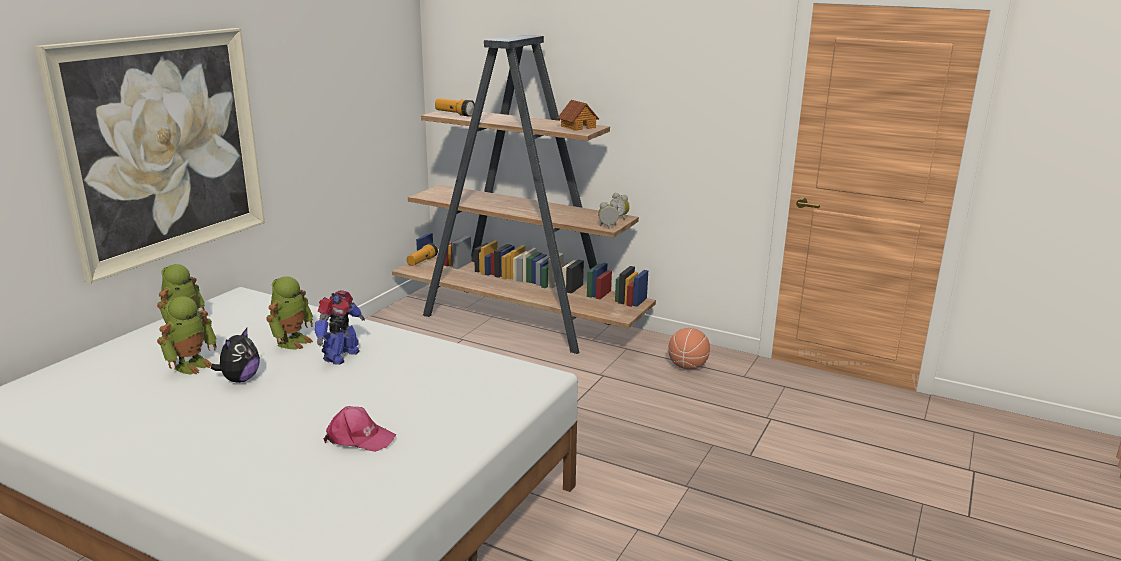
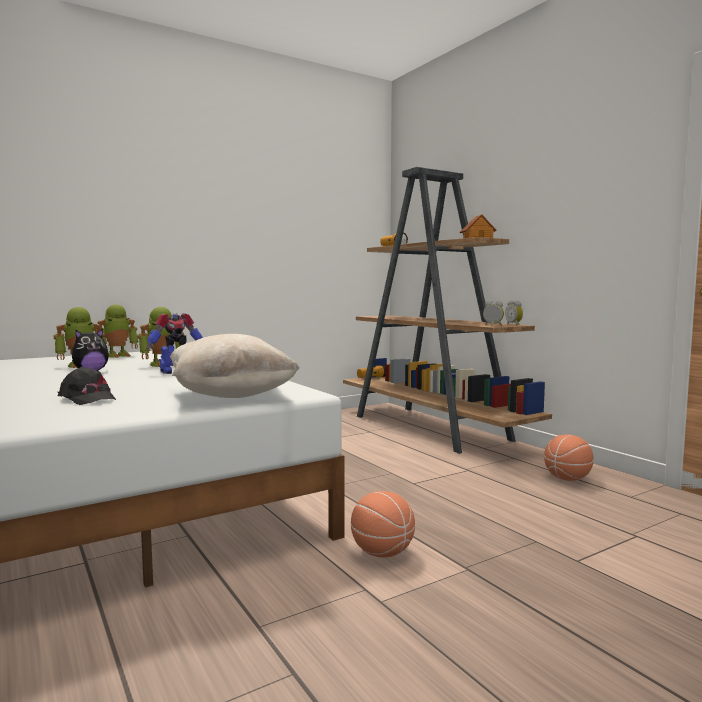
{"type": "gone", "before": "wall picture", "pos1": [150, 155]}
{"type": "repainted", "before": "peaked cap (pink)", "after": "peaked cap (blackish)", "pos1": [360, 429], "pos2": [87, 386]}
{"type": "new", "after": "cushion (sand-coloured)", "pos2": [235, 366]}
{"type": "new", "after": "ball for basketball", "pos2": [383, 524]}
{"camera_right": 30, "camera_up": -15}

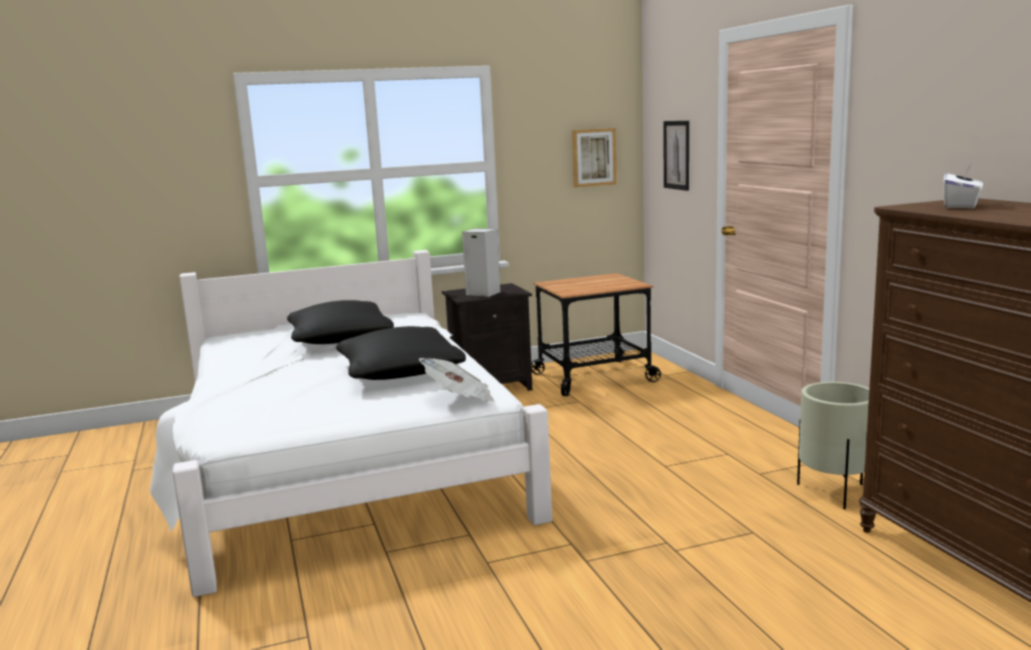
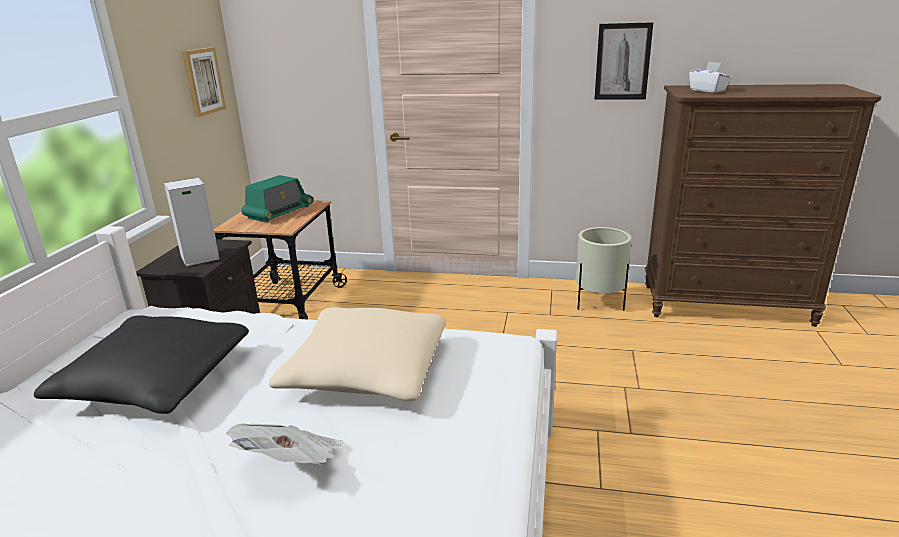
{"type": "shifted", "before": "wall picture", "pos1": [676, 156], "pos2": [624, 61]}
{"type": "repainted", "before": "cushion (blackish)", "after": "cushion (sand-coloured)", "pos1": [401, 353], "pos2": [357, 354]}
{"type": "shifted", "before": "newspaper", "pos1": [457, 380], "pos2": [285, 444]}
{"type": "new", "after": "radio", "pos2": [277, 199]}
{"camera_right": -60, "camera_up": 10}

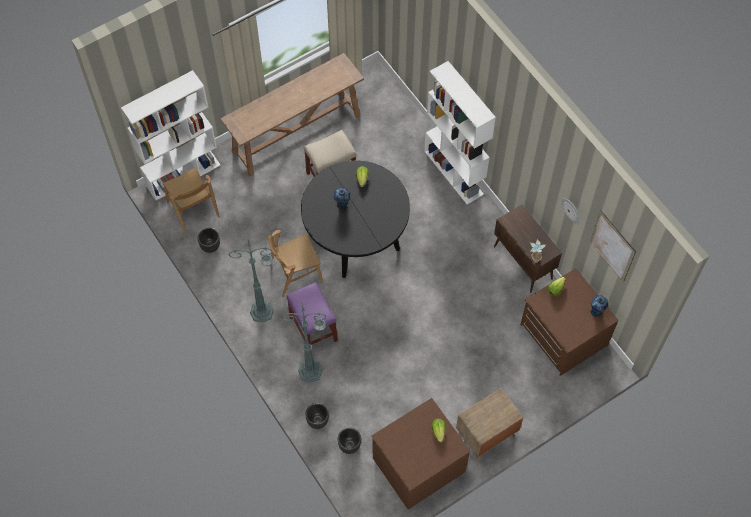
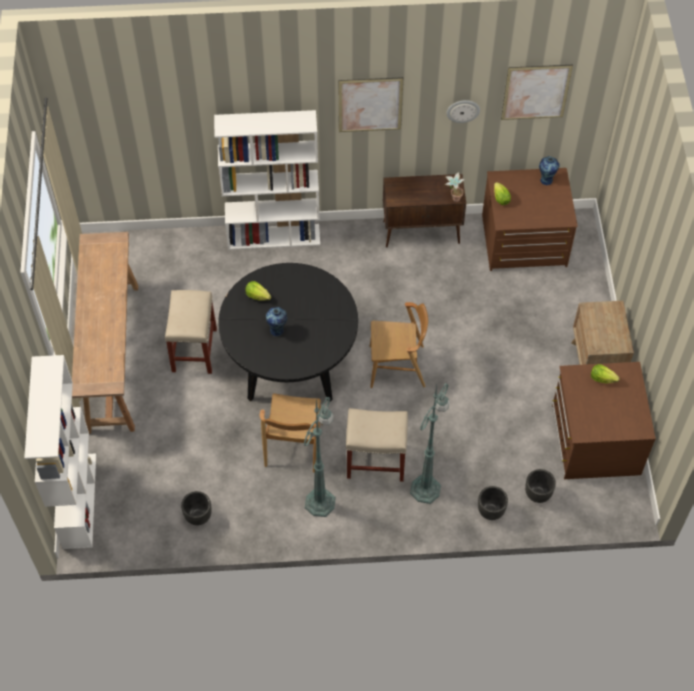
{"type": "shifted", "before": "upright chair (brown-coloured)", "pos1": [191, 201], "pos2": [399, 345]}
{"type": "repainted", "before": "stool seat (purplish)", "after": "stool seat (sand-coloured)", "pos1": [312, 313], "pos2": [377, 445]}
{"type": "new", "after": "wall picture", "pos2": [371, 104]}
{"camera_right": -60, "camera_up": -5}

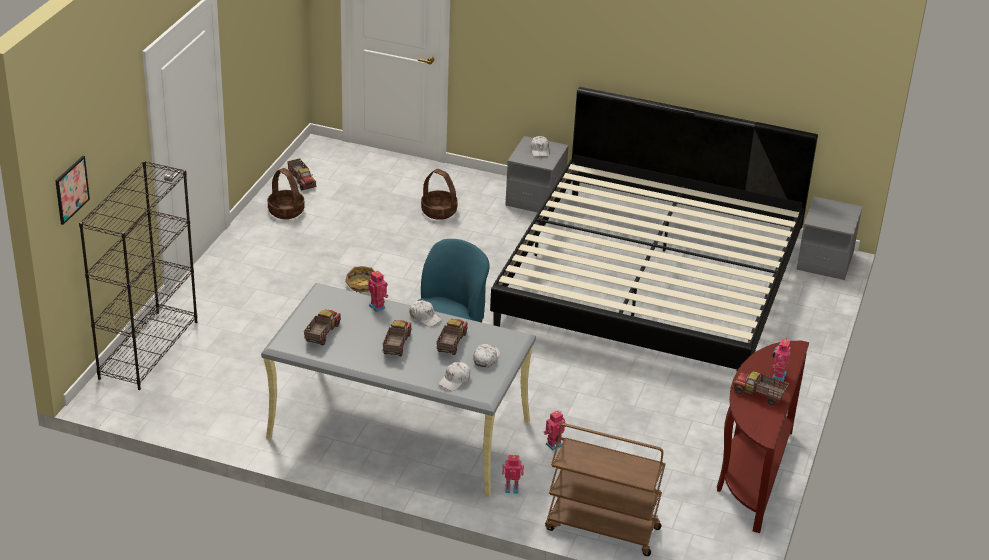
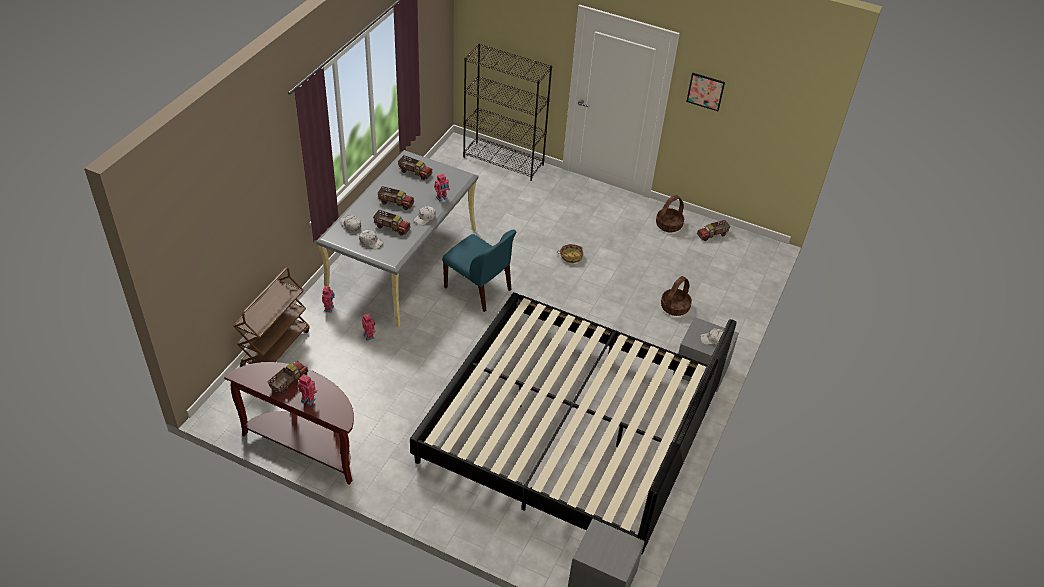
{"type": "shifted", "before": "wall picture", "pos1": [72, 190], "pos2": [705, 92]}
{"camera_right": 95, "camera_up": 10}

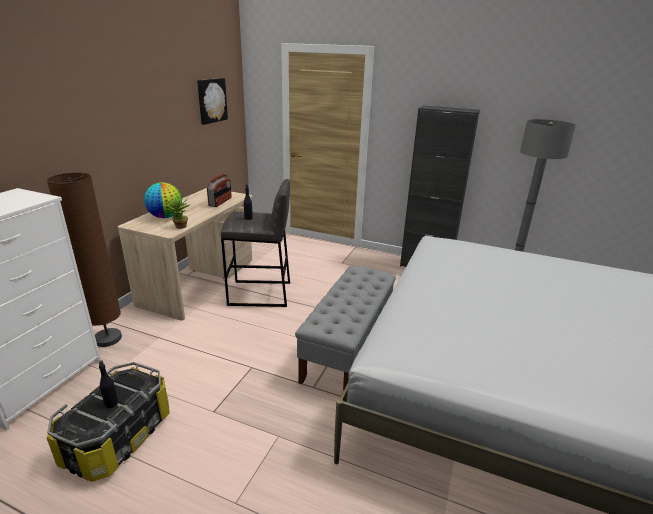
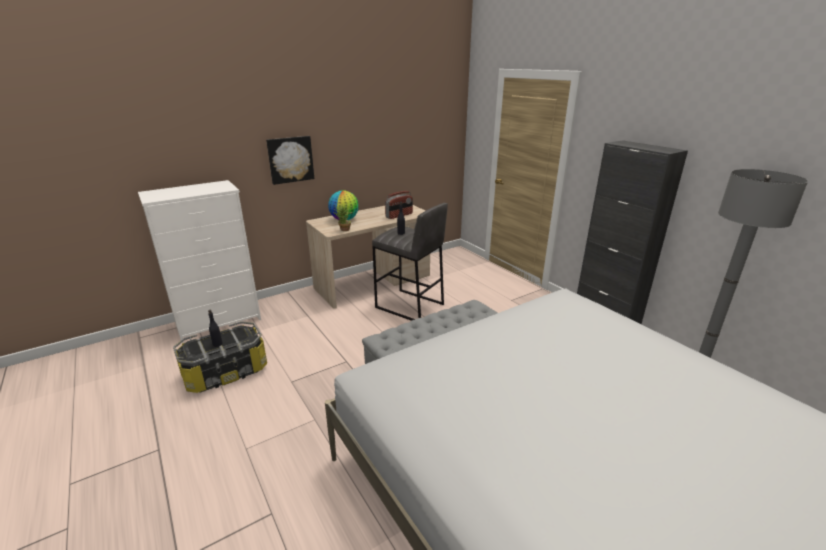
{"type": "shifted", "before": "wall picture", "pos1": [212, 101], "pos2": [290, 160]}
{"type": "gone", "before": "floor lamp (brown-coloured)", "pos1": [84, 259]}
{"camera_right": 35, "camera_up": 0}

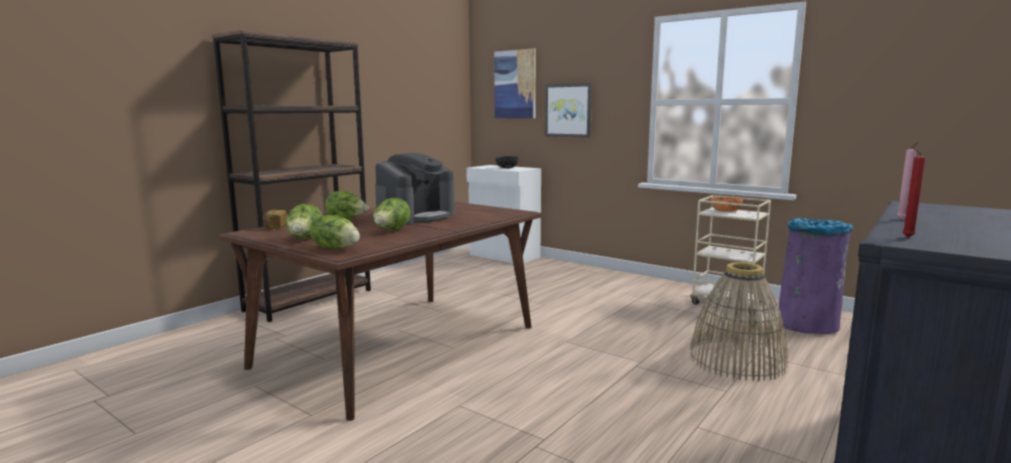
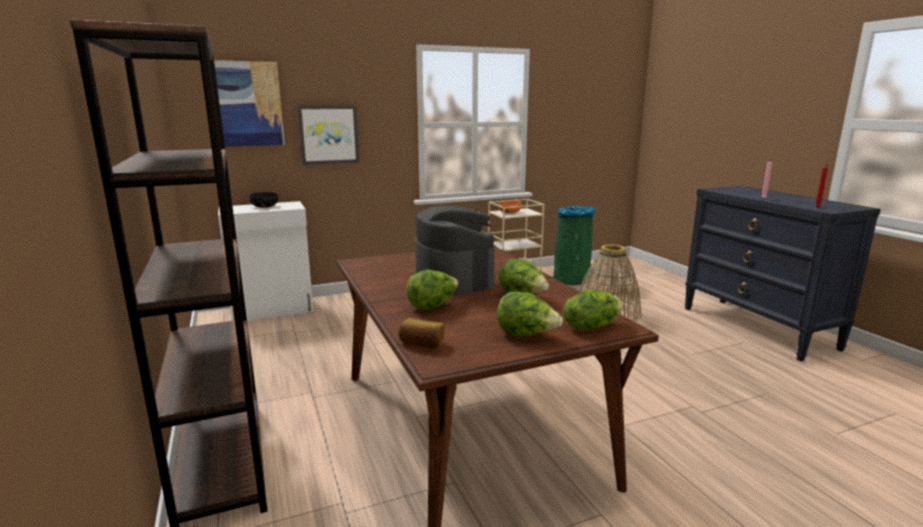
{"type": "repainted", "before": "rubbish bin (purplish)", "after": "rubbish bin (green-coloured)", "pos1": [815, 276], "pos2": [574, 245]}
{"camera_right": -60, "camera_up": 5}

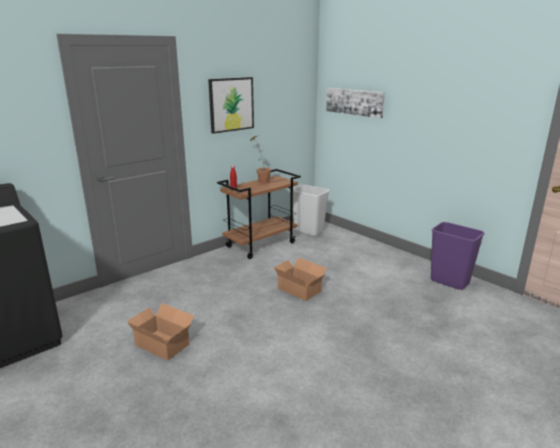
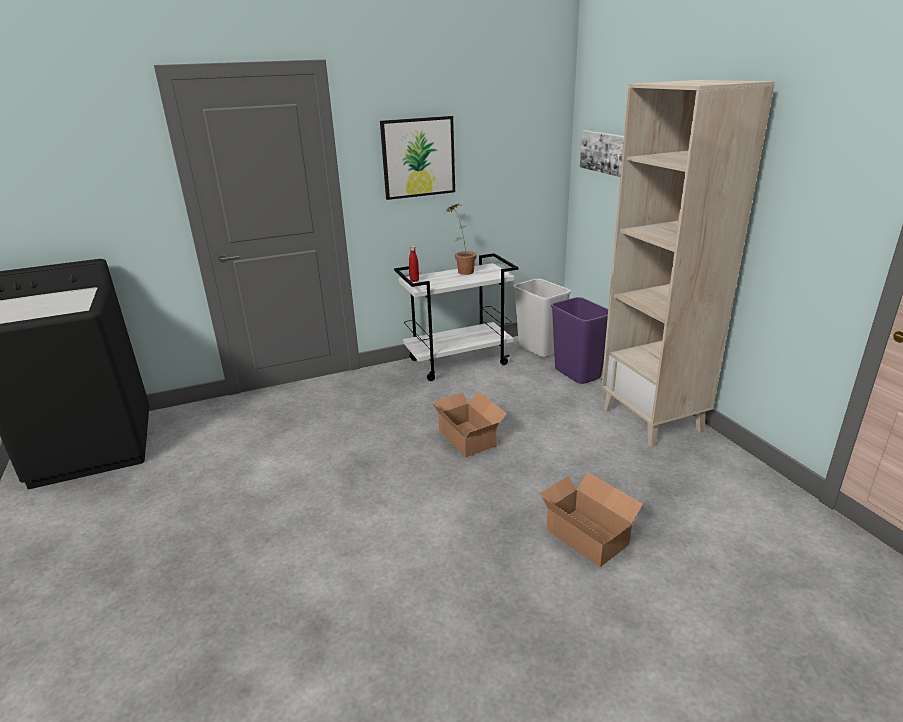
{"type": "repainted", "before": "cart (brown-coloured)", "after": "cart (white)", "pos1": [259, 214], "pos2": [456, 317]}
{"type": "shifted", "before": "rubbish bin (purplish)", "pos1": [457, 256], "pos2": [579, 340]}
{"type": "shifted", "before": "cardboard box", "pos1": [160, 332], "pos2": [592, 519]}
{"type": "new", "after": "bookshelf (sand-coloured)", "pos2": [688, 263]}
{"camera_right": 20, "camera_up": 5}

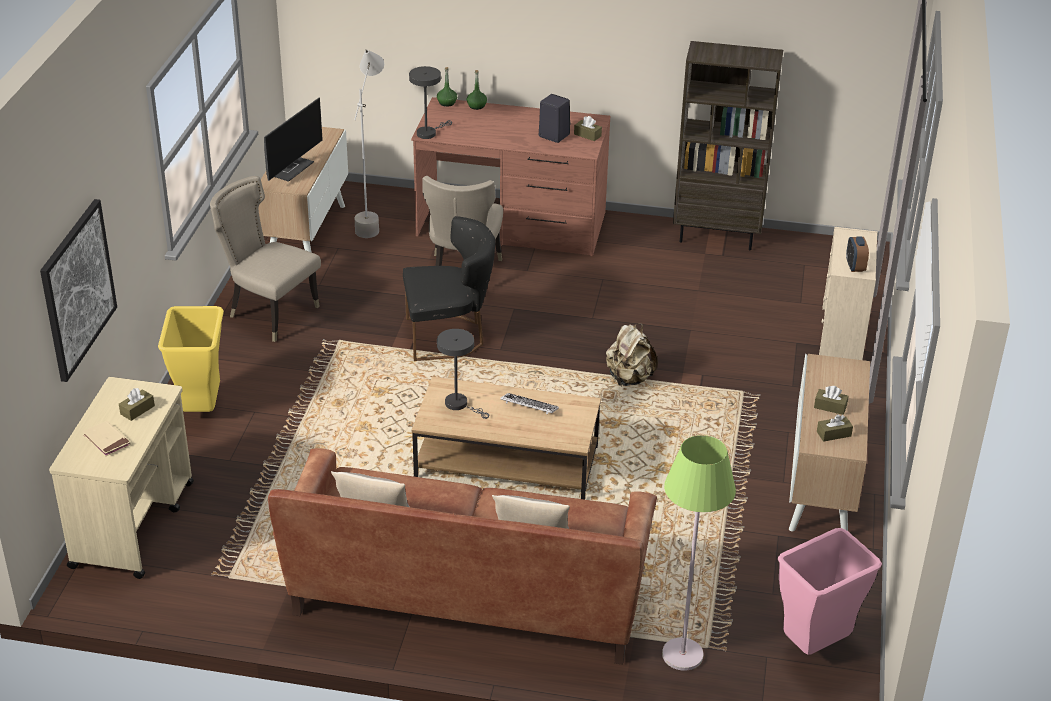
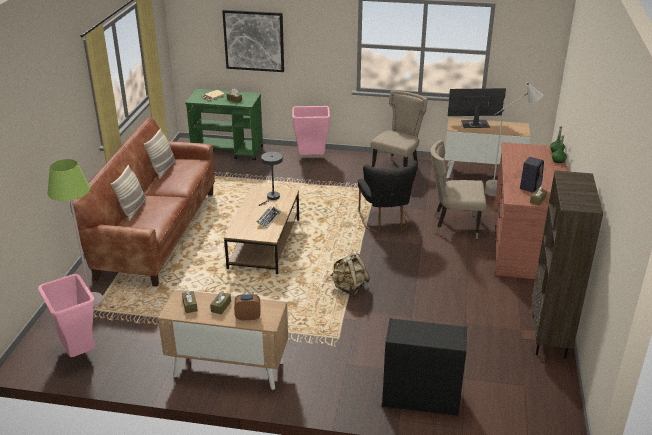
{"type": "gone", "before": "table lamp (grey)", "pos1": [430, 102]}
{"type": "rotated", "before": "computer display", "pos1": [293, 140], "pos2": [477, 108], "turn": 150}
{"type": "repainted", "before": "drawer chest (sand-coloured)", "after": "drawer chest (blackish)", "pos1": [848, 293], "pos2": [424, 367]}
{"type": "shifted", "before": "table clock", "pos1": [857, 254], "pos2": [247, 307]}
{"type": "repainted", "before": "rubbish bin (yellow-coloured)", "after": "rubbish bin (pink)", "pos1": [191, 359], "pos2": [311, 130]}
{"type": "repainted", "before": "cart (sand-coloured)", "after": "cart (green-coloured)", "pos1": [121, 478], "pos2": [224, 124]}
{"camera_right": 90, "camera_up": -5}

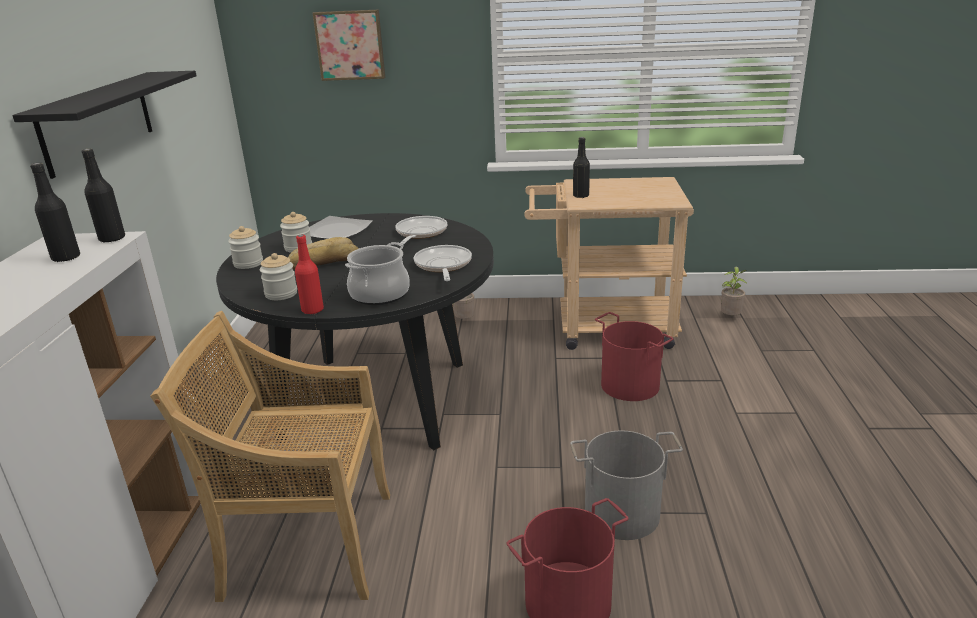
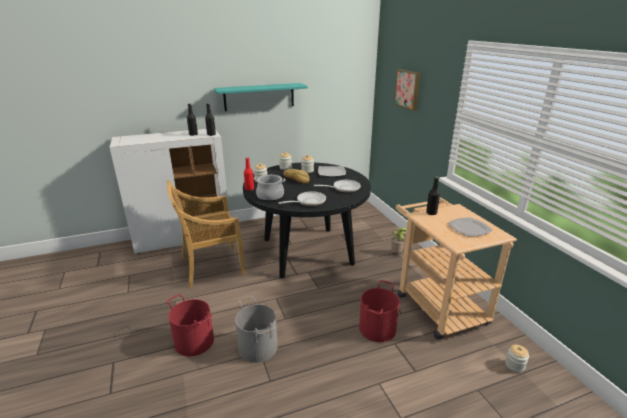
{"type": "repainted", "before": "bracket shelf (blackish)", "after": "bracket shelf (turquoise)", "pos1": [104, 125], "pos2": [261, 97]}
{"type": "swapped", "before": "houseplant", "after": "preserve jar", "pos1": [734, 291], "pos2": [517, 359]}
{"type": "rotated", "before": "upright chair (sand-coloured)", "pos1": [270, 456], "pos2": [206, 234], "turn": -90}
{"type": "new", "after": "plate", "pos2": [470, 227]}
{"camera_right": 65, "camera_up": 0}

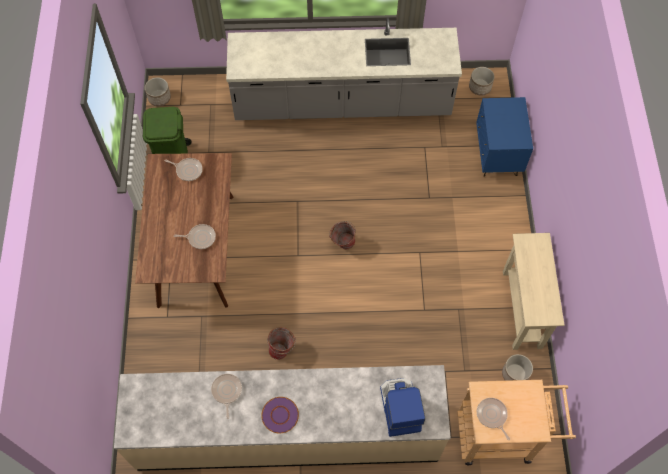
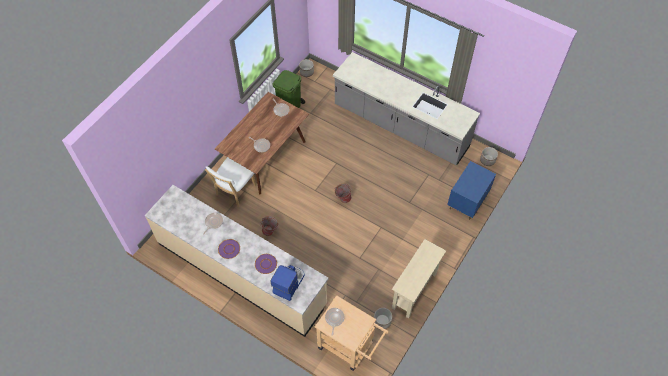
{"type": "new", "after": "upright chair (white)", "pos2": [230, 182]}
{"type": "new", "after": "plate (purplish)", "pos2": [266, 264]}
{"camera_right": 35, "camera_up": -5}

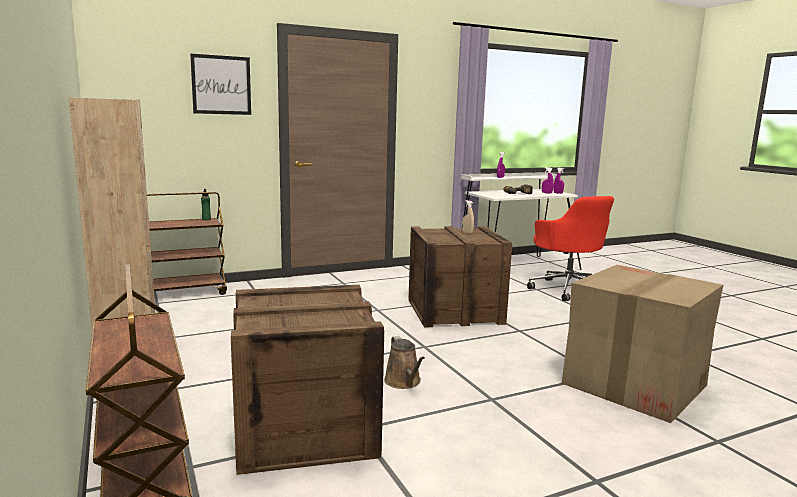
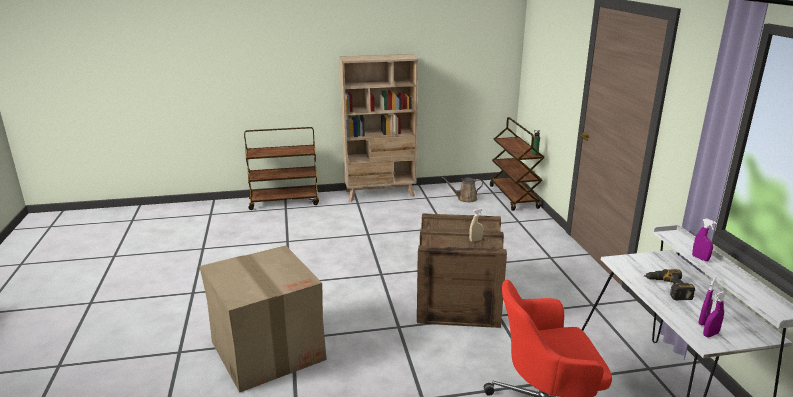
{"type": "gone", "before": "wall picture", "pos1": [220, 84]}
{"type": "gone", "before": "shipping crate", "pos1": [307, 380]}
{"type": "shifted", "before": "sprinkling can (brown-coloured)", "pos1": [404, 362], "pos2": [462, 190]}
{"camera_right": 105, "camera_up": 10}

